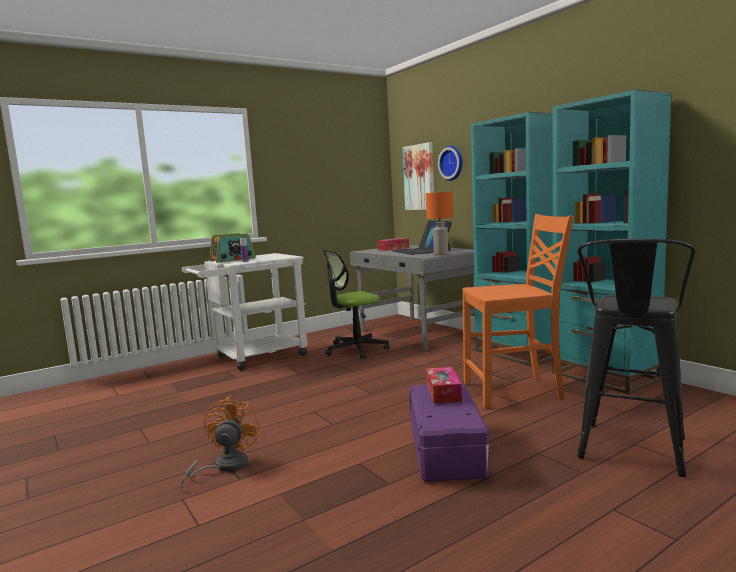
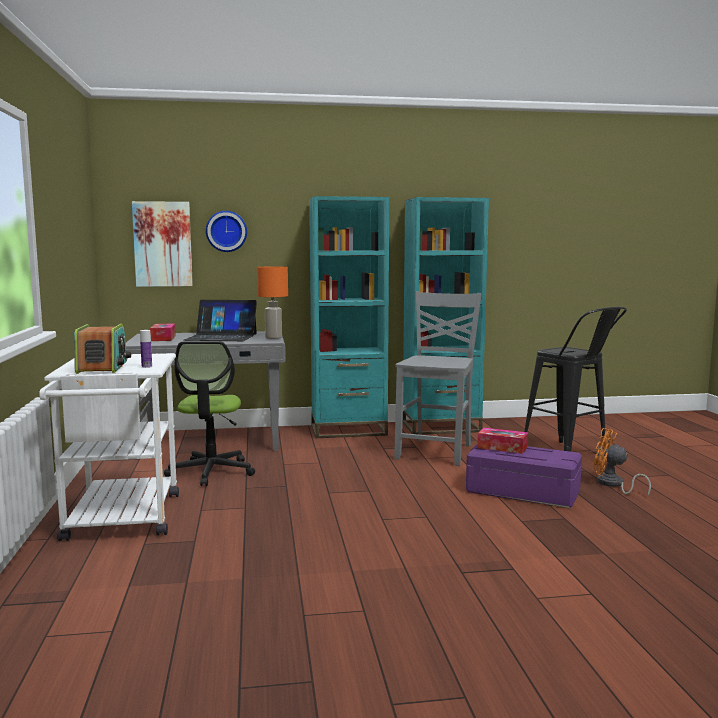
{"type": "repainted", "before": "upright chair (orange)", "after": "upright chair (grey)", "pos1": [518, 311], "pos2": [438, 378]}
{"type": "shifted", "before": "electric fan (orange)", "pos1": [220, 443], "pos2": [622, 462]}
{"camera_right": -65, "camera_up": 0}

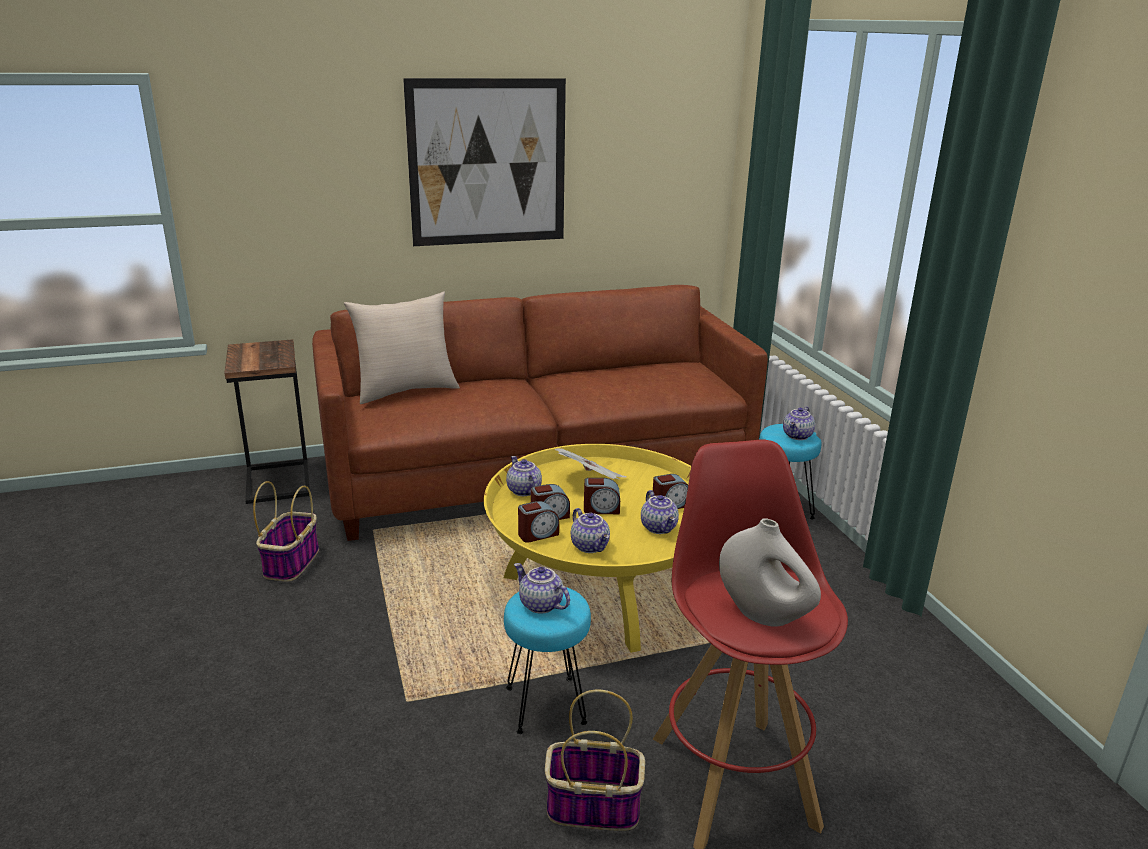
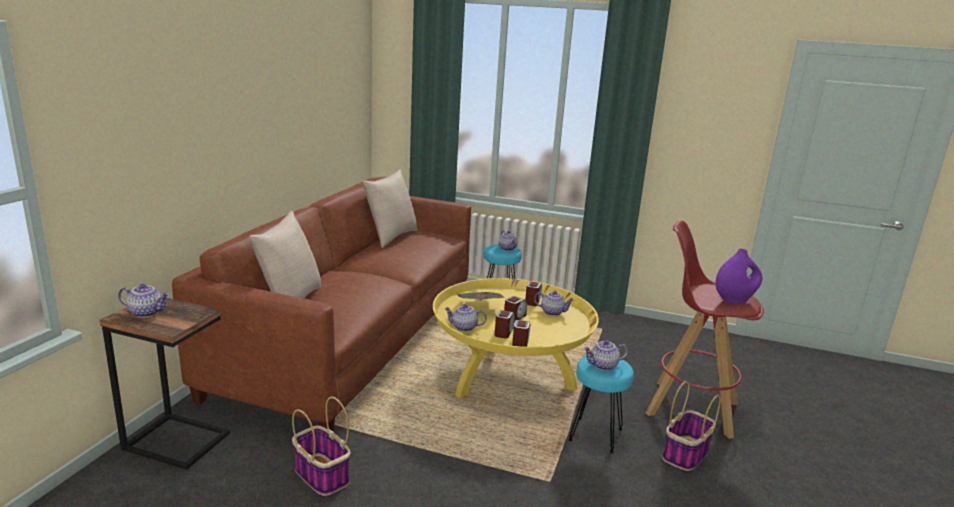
{"type": "gone", "before": "wall picture", "pos1": [484, 162]}
{"type": "shifted", "before": "tea pot", "pos1": [590, 530], "pos2": [144, 301]}
{"type": "repainted", "before": "vase (white)", "after": "vase (purplish)", "pos1": [770, 572], "pos2": [739, 276]}
{"type": "new", "after": "cushion (sand-coloured)", "pos2": [390, 208]}
{"camera_right": -55, "camera_up": -5}

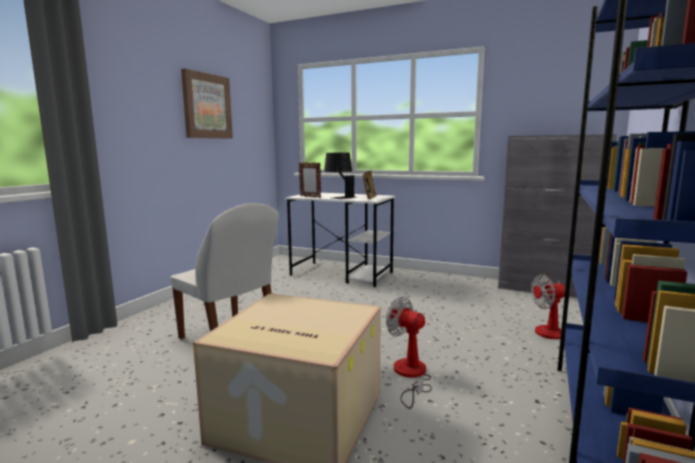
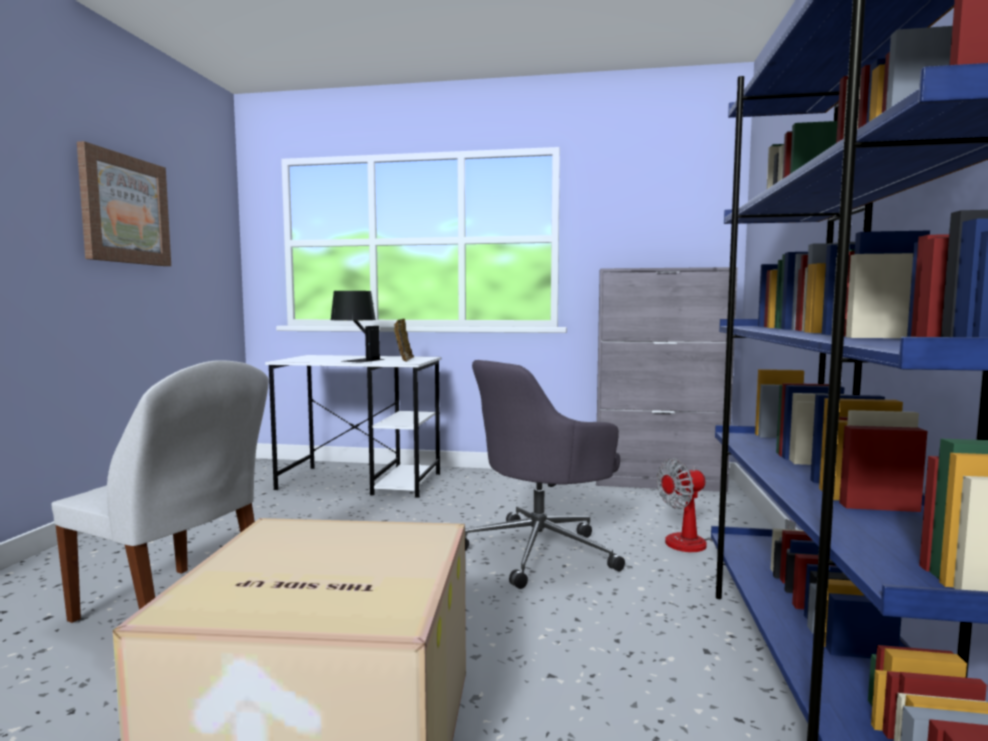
{"type": "gone", "before": "photo frame", "pos1": [310, 180]}
{"type": "gone", "before": "electric fan", "pos1": [409, 352]}
{"type": "new", "after": "office chair (grey)", "pos2": [545, 474]}
{"camera_right": -15, "camera_up": -5}

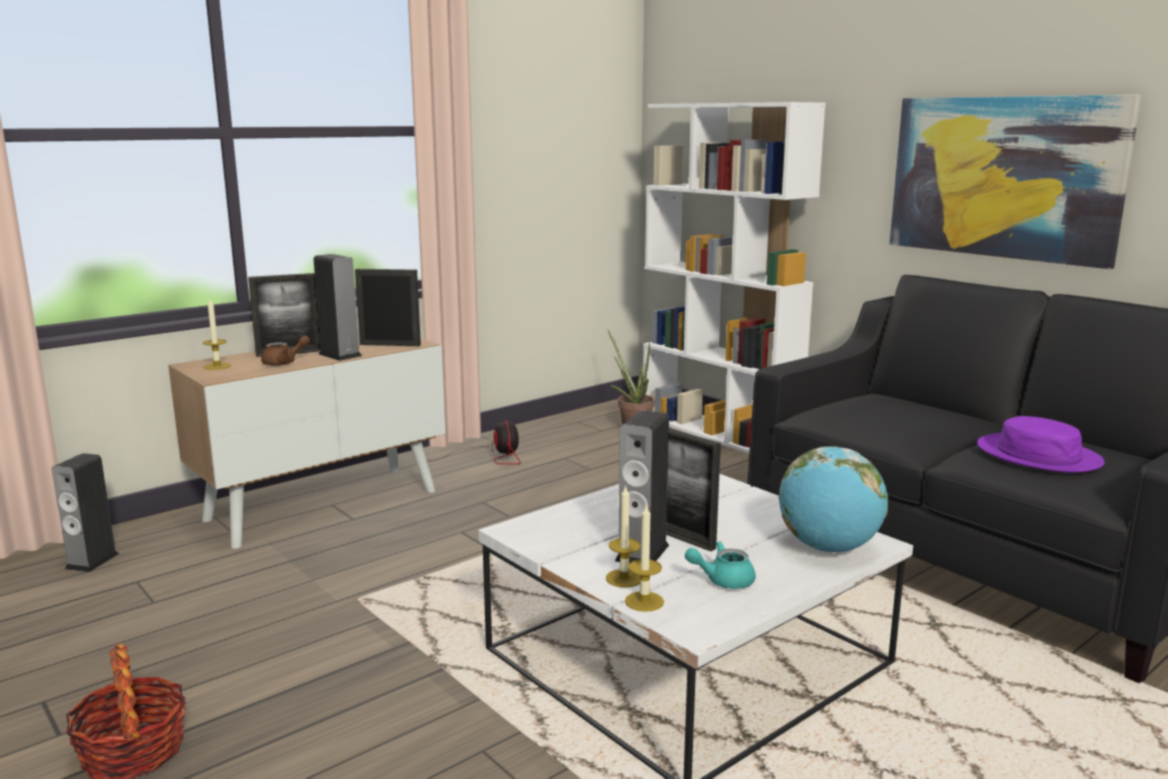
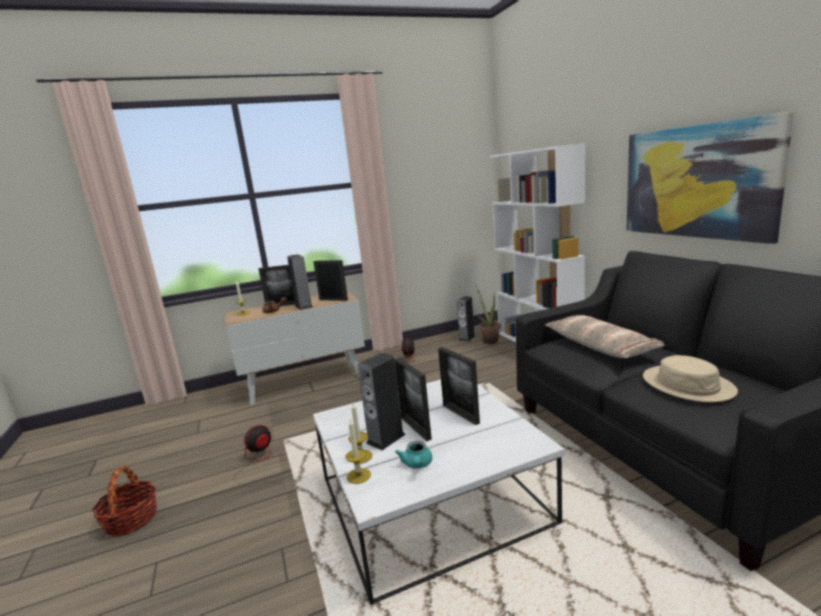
{"type": "repainted", "before": "clothing hat (purplish)", "after": "clothing hat (sand-coloured)", "pos1": [1041, 444], "pos2": [690, 378]}
{"type": "gone", "before": "desk globe", "pos1": [833, 499]}
{"type": "shifted", "before": "loudspeaker", "pos1": [85, 512], "pos2": [466, 318]}
{"type": "rotated", "before": "tea pot (turquoise)", "pos1": [720, 565], "pos2": [413, 455], "turn": -105}
{"type": "new", "after": "cushion", "pos2": [605, 336]}
{"type": "new", "after": "photo frame", "pos2": [459, 386]}
{"type": "new", "after": "electric fan", "pos2": [258, 456]}
{"camera_right": 20, "camera_up": 0}

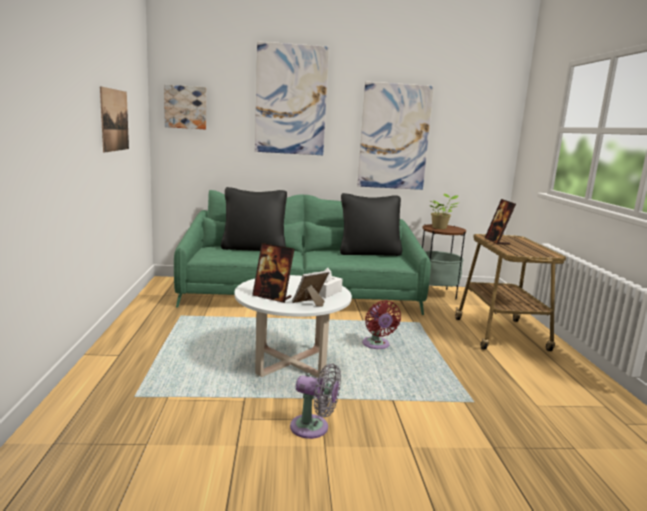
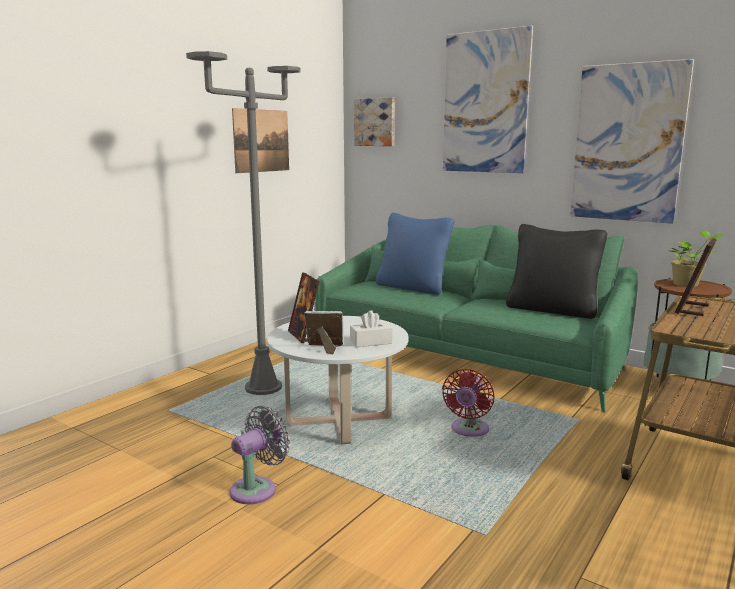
{"type": "repainted", "before": "cushion (blackish)", "after": "cushion (blue)", "pos1": [254, 219], "pos2": [415, 254]}
{"type": "rotated", "before": "electric fan (grey)", "pos1": [315, 401], "pos2": [260, 455], "turn": -105}
{"type": "new", "after": "floor lamp (grey)", "pos2": [243, 223]}
{"camera_right": 40, "camera_up": 0}

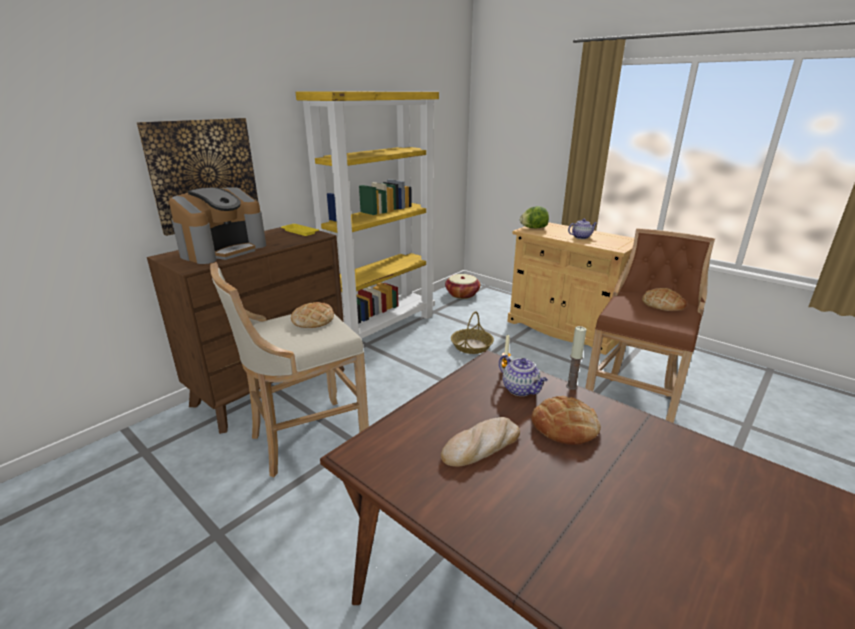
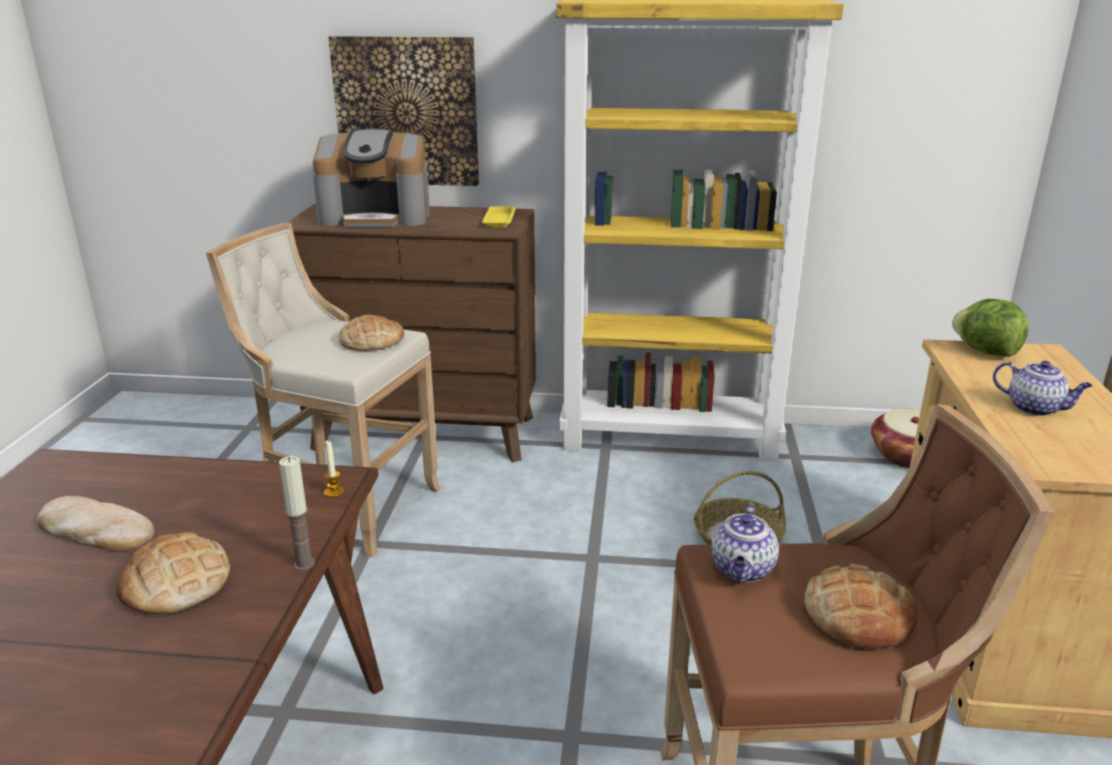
{"type": "shifted", "before": "tea pot", "pos1": [523, 375], "pos2": [745, 543]}
{"camera_right": 55, "camera_up": 0}

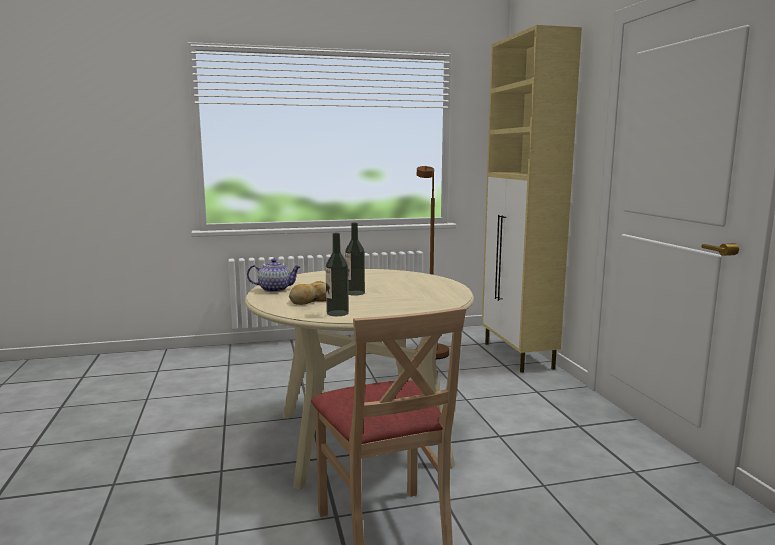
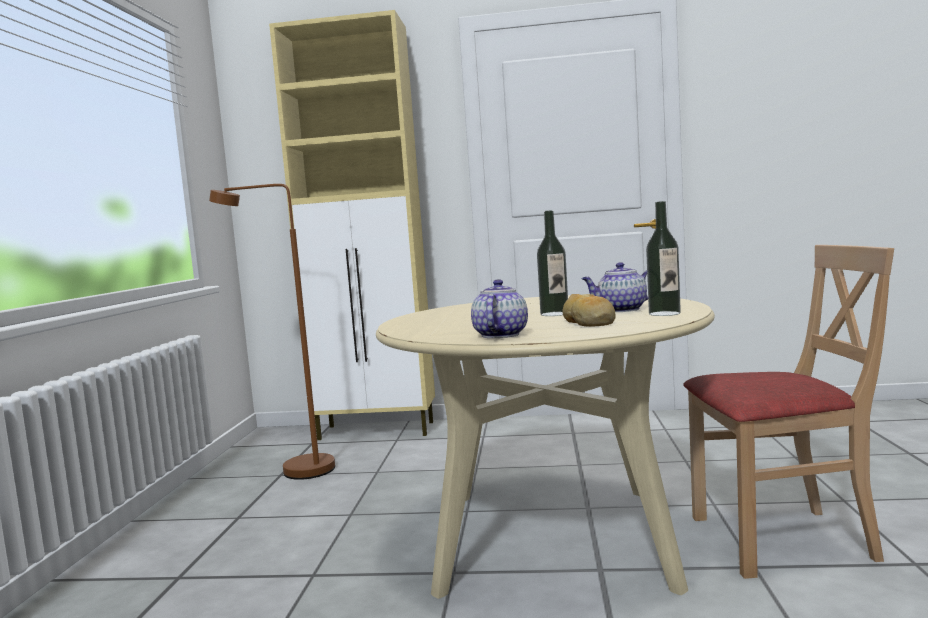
{"type": "new", "after": "tea pot", "pos2": [615, 287]}
{"camera_right": -70, "camera_up": -5}

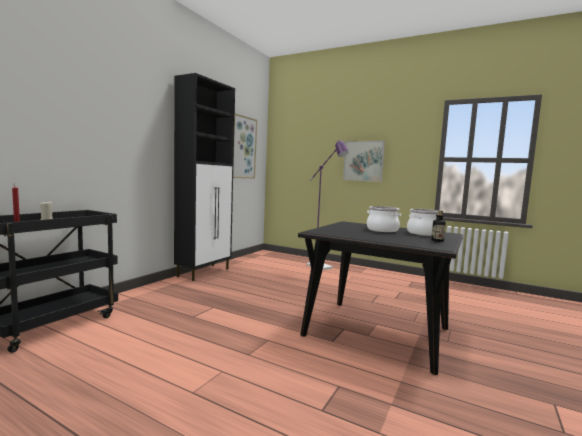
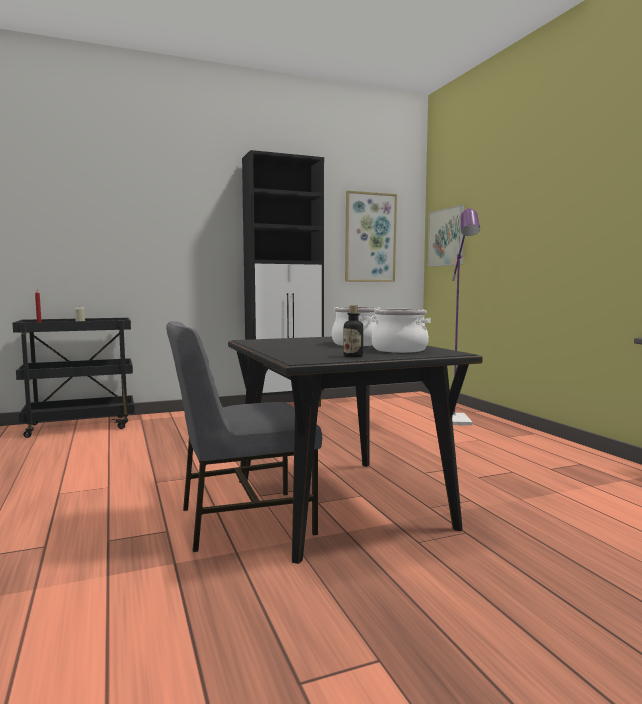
{"type": "shifted", "before": "wall picture", "pos1": [364, 161], "pos2": [446, 236]}
{"type": "new", "after": "upright chair (grey)", "pos2": [244, 436]}
{"camera_right": 40, "camera_up": 0}

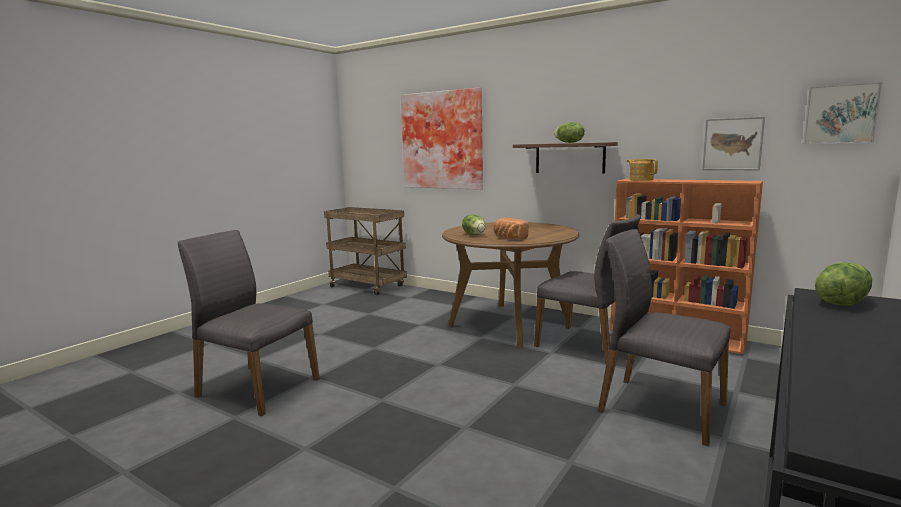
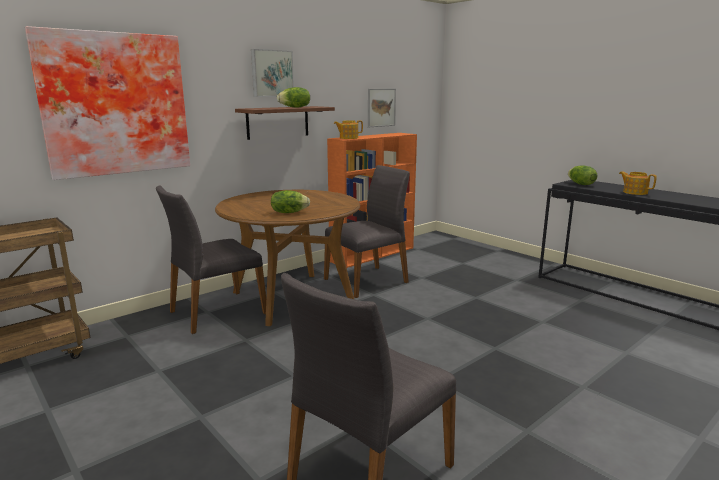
{"type": "shifted", "before": "wall picture", "pos1": [842, 113], "pos2": [272, 73]}
{"type": "gone", "before": "bakery bread", "pos1": [511, 228]}
{"type": "shifted", "before": "upright chair (grey)", "pos1": [664, 337], "pos2": [211, 259]}
{"type": "new", "after": "tea pot", "pos2": [638, 183]}
{"camera_right": -75, "camera_up": 5}

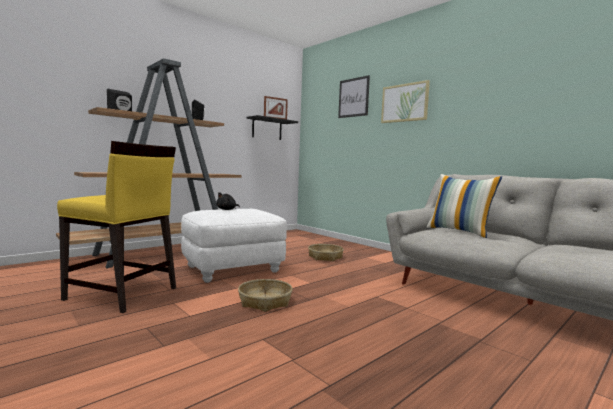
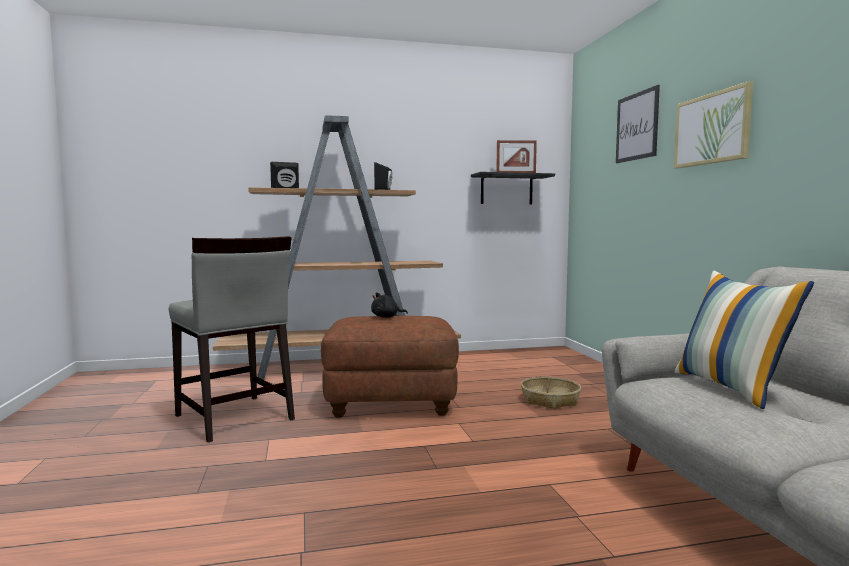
{"type": "repainted", "before": "upright chair (yellow-coloured)", "after": "upright chair (grey)", "pos1": [116, 227], "pos2": [232, 339]}
{"type": "repainted", "before": "footrest (white)", "after": "footrest (brown-coloured)", "pos1": [234, 246], "pos2": [390, 367]}
{"type": "gone", "before": "basket", "pos1": [265, 295]}
{"camera_right": 30, "camera_up": 0}

